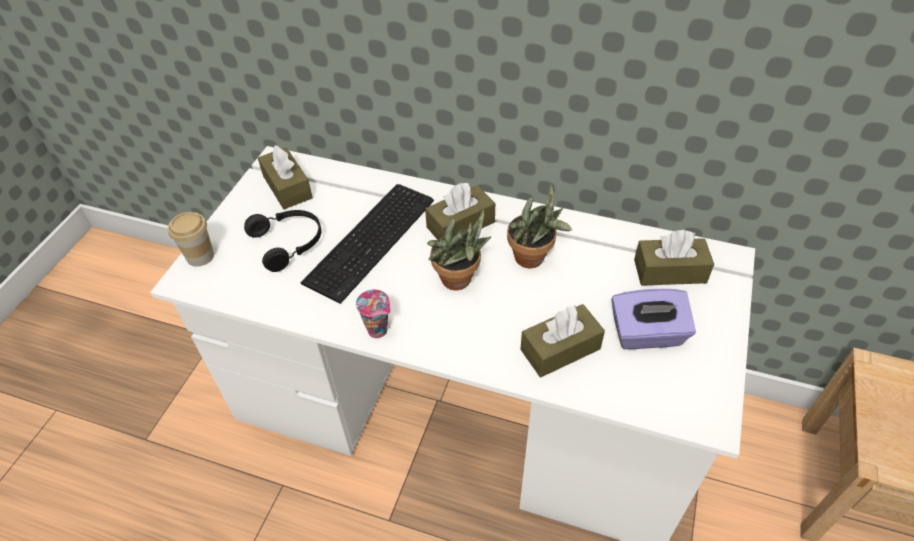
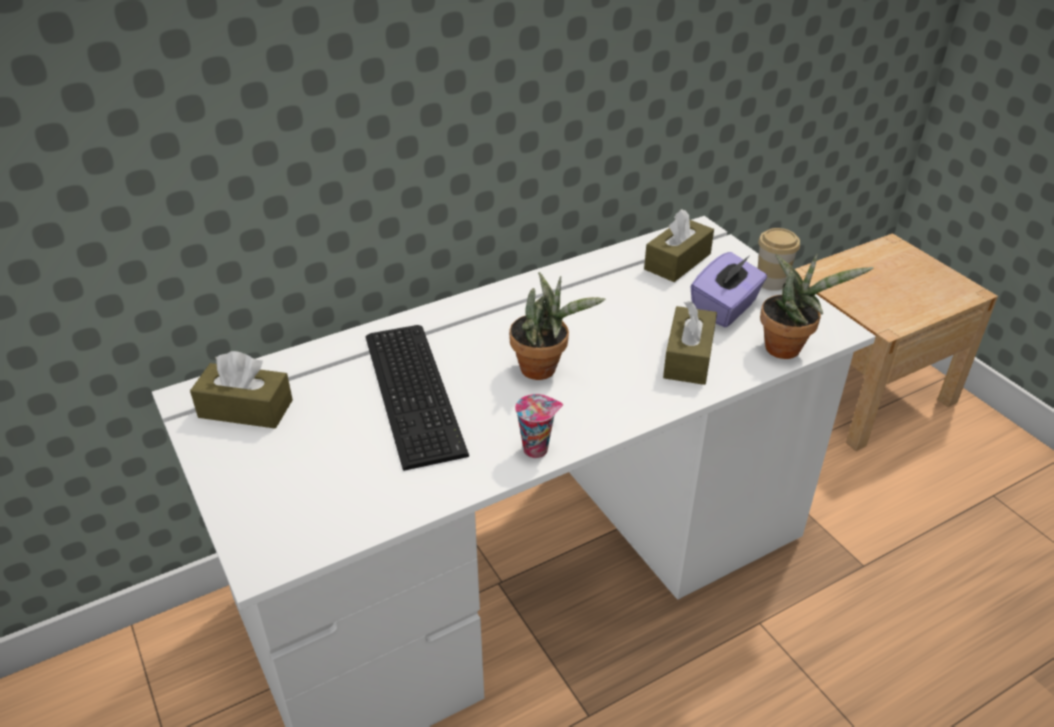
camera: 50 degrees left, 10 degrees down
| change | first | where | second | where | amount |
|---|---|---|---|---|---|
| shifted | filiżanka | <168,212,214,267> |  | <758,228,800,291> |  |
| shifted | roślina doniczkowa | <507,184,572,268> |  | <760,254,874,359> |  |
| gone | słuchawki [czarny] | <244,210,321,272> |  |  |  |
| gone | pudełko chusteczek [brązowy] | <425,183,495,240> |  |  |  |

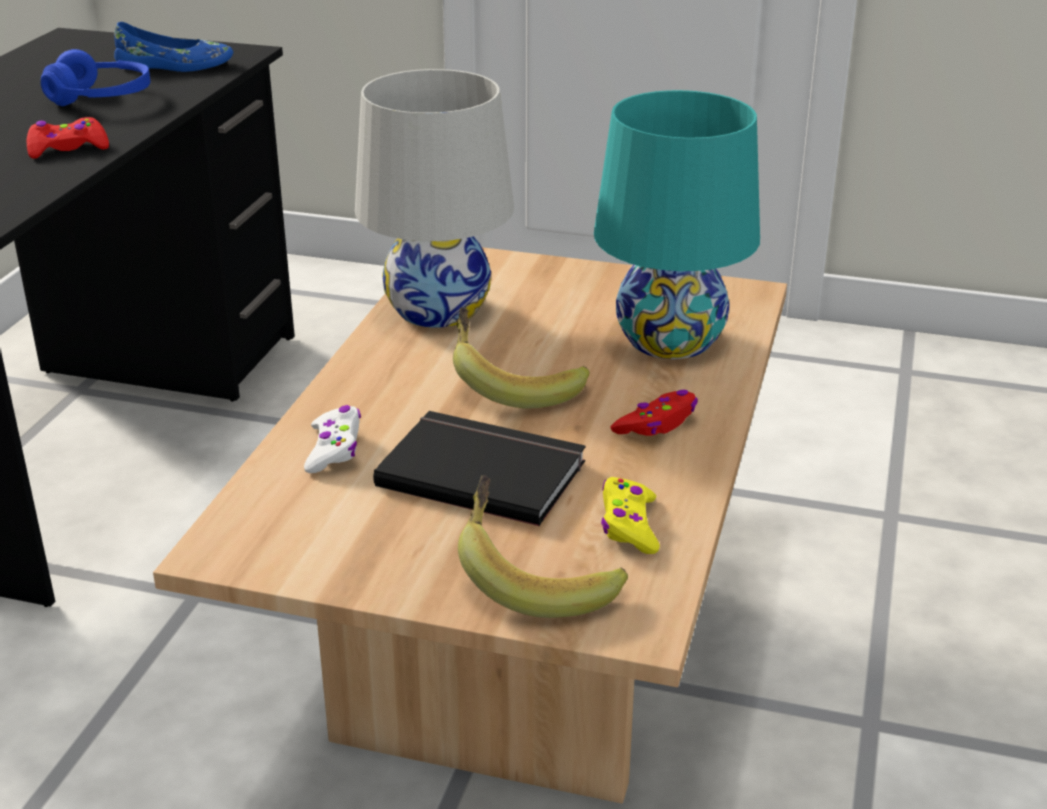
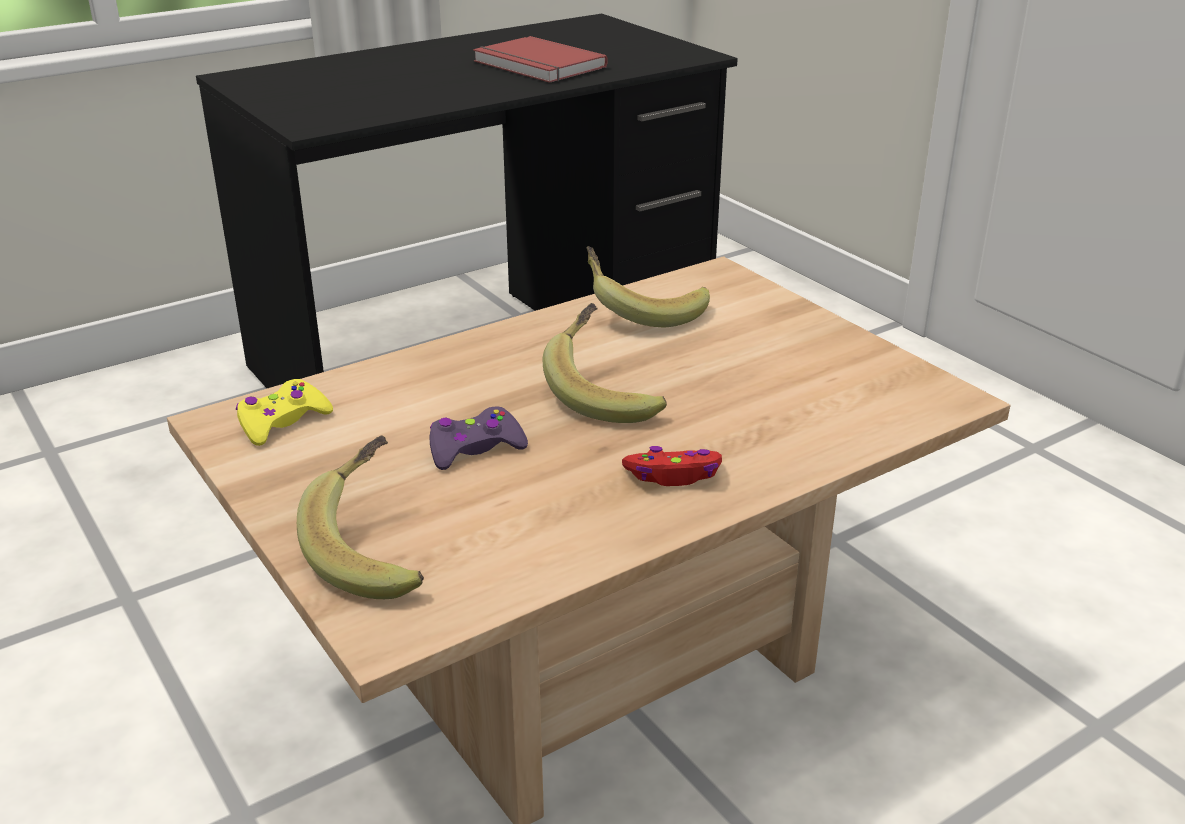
camera: 40 degrees right, 0 degrees up
| change | first | where | second | where | amount |
|---|---|---|---|---|---|
| shifted | pad do gier [żółty] | <601,477,660,554> |  | <236,379,333,446> |  |
| swapped | książka [czarny] | <373,411,586,526> | pad do gier [fioletowy] | <430,406,528,470> |  |
| swapped | słuchawki [niebieski] | <41,49,150,106> | książka [czerwony] | <473,36,608,83> |  |
| swapped | lampa stołowa [biały] | <355,69,514,328> | banan | <587,246,710,327> |  |
| gone | pad do gier [czerwony] | <27,117,109,159> |  |  |  |
| gone | but [niebieski] | <114,22,233,72> |  |  |  |
| gone | pad do gier [biały] | <304,405,361,473> |  |  |  |
| gone | lampa stołowa [turkusowy] | <594,90,760,359> |  |  |  |

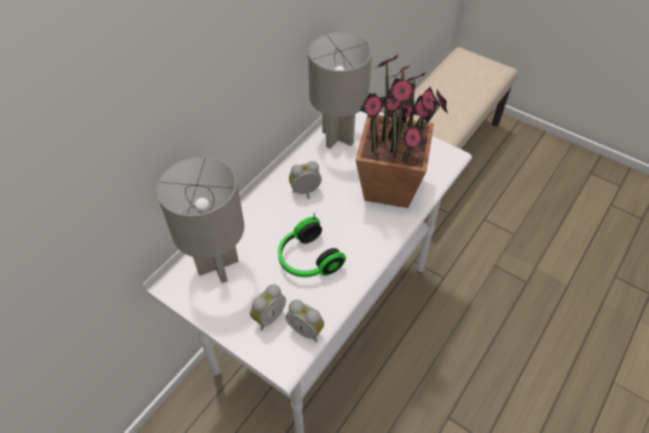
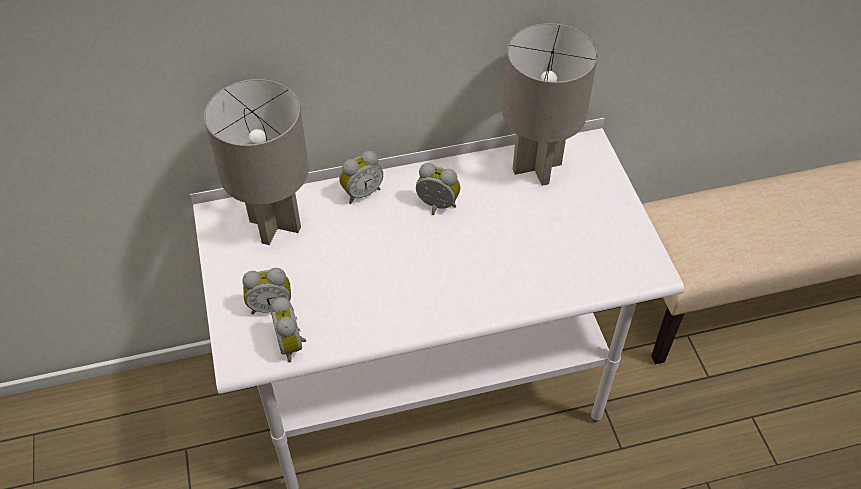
camera: 40 degrees right, 0 degrees up
| change | first | where | second | where | amount |
|---|---|---|---|---|---|
| new |  |  | budzik | <340,151,383,204> |  |
| gone | słuchawki | <278,213,346,277> |  |  |  |
| gone | roślina doniczkowa | <355,55,448,208> |  |  |  |

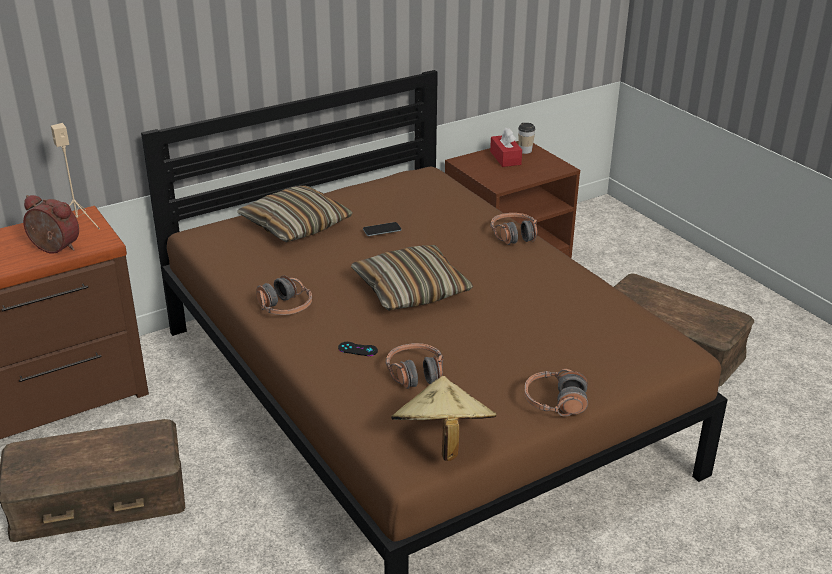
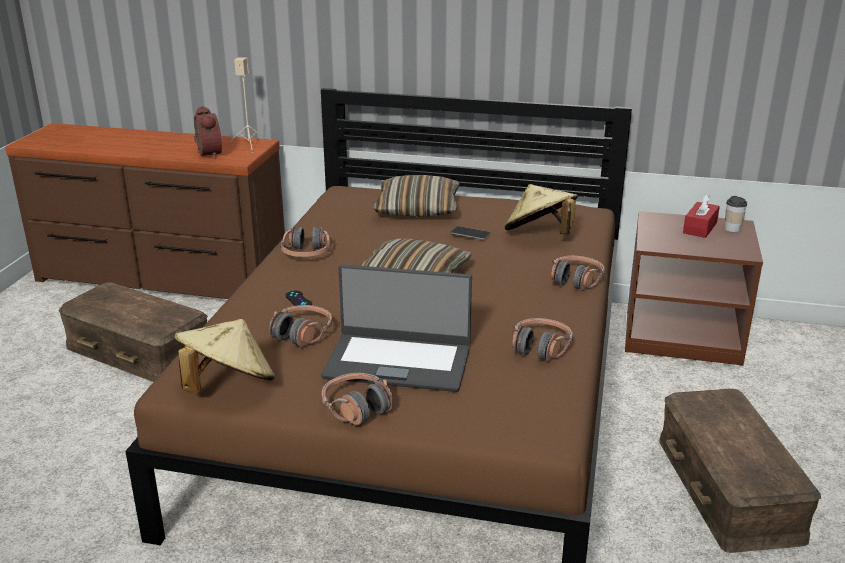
camera: 45 degrees right, 5 degrees down
| change | first | where | second | where | amount |
|---|---|---|---|---|---|
| new |  |  | laptop | <321,264,472,392> |  |
| new |  |  | kapelusz [beżowy] | <505,184,578,234> |  |
| new |  |  | słuchawki | <512,318,573,362> |  |

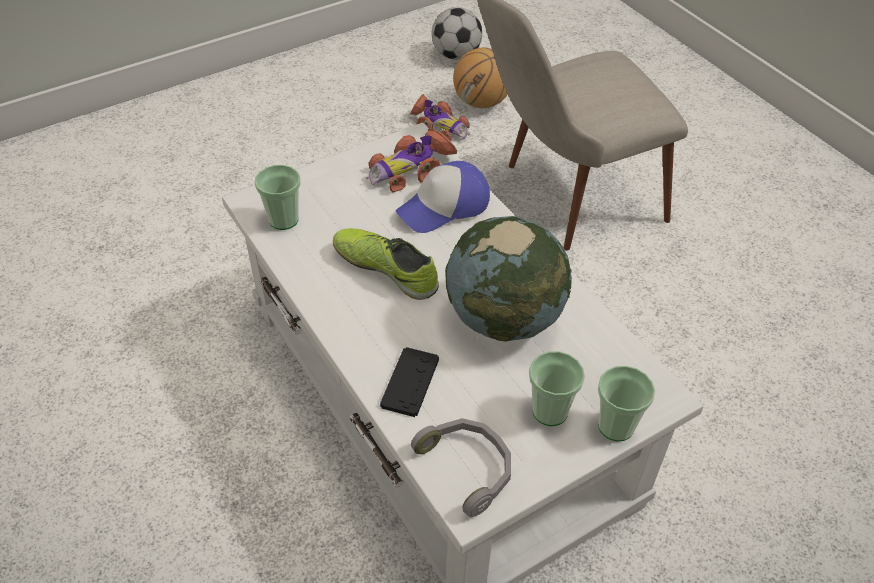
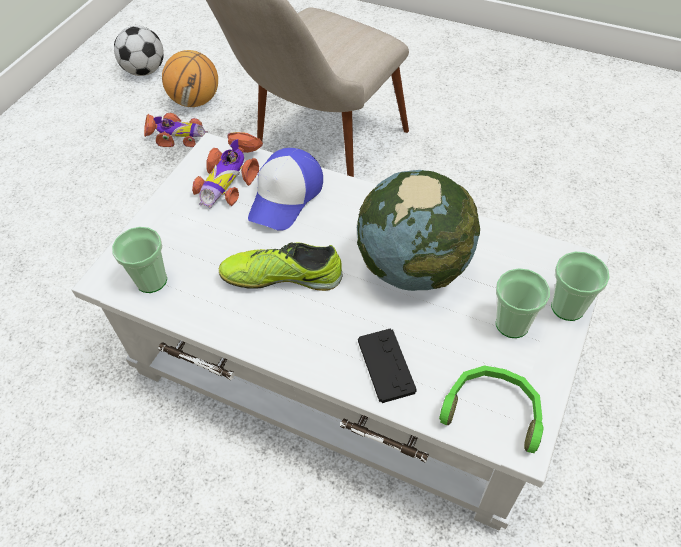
camera: 30 degrees left, 5 degrees up
| change | first | where | second | where | amount |
|---|---|---|---|---|---|
| repainted | słuchawki [szary] | <411,418,511,517> | słuchawki [zielony] | <439,365,544,453> |  |

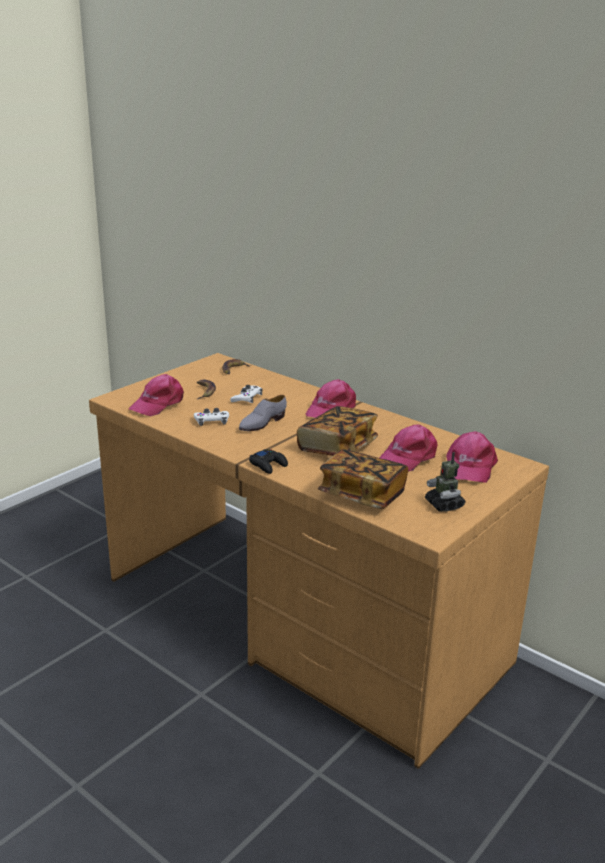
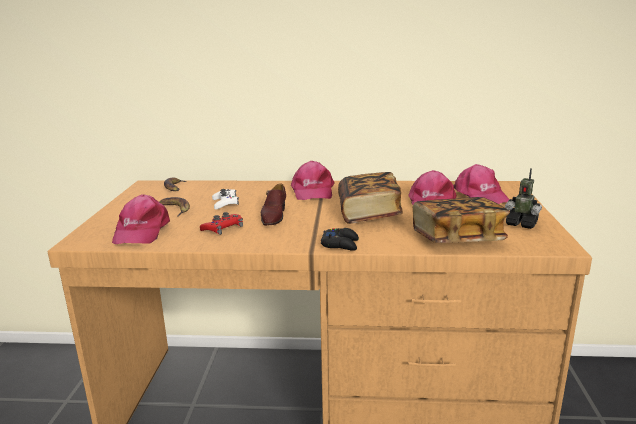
camera: 35 degrees left, 5 degrees down
| change | first | where | second | where | amount |
|---|---|---|---|---|---|
| repainted | pad do gier [biały] | <194,408,229,426> | pad do gier [czerwony] | <200,212,243,235> |  |
| repainted | but [szary] | <239,395,287,431> | but [brązowy] | <261,183,286,226> |  |

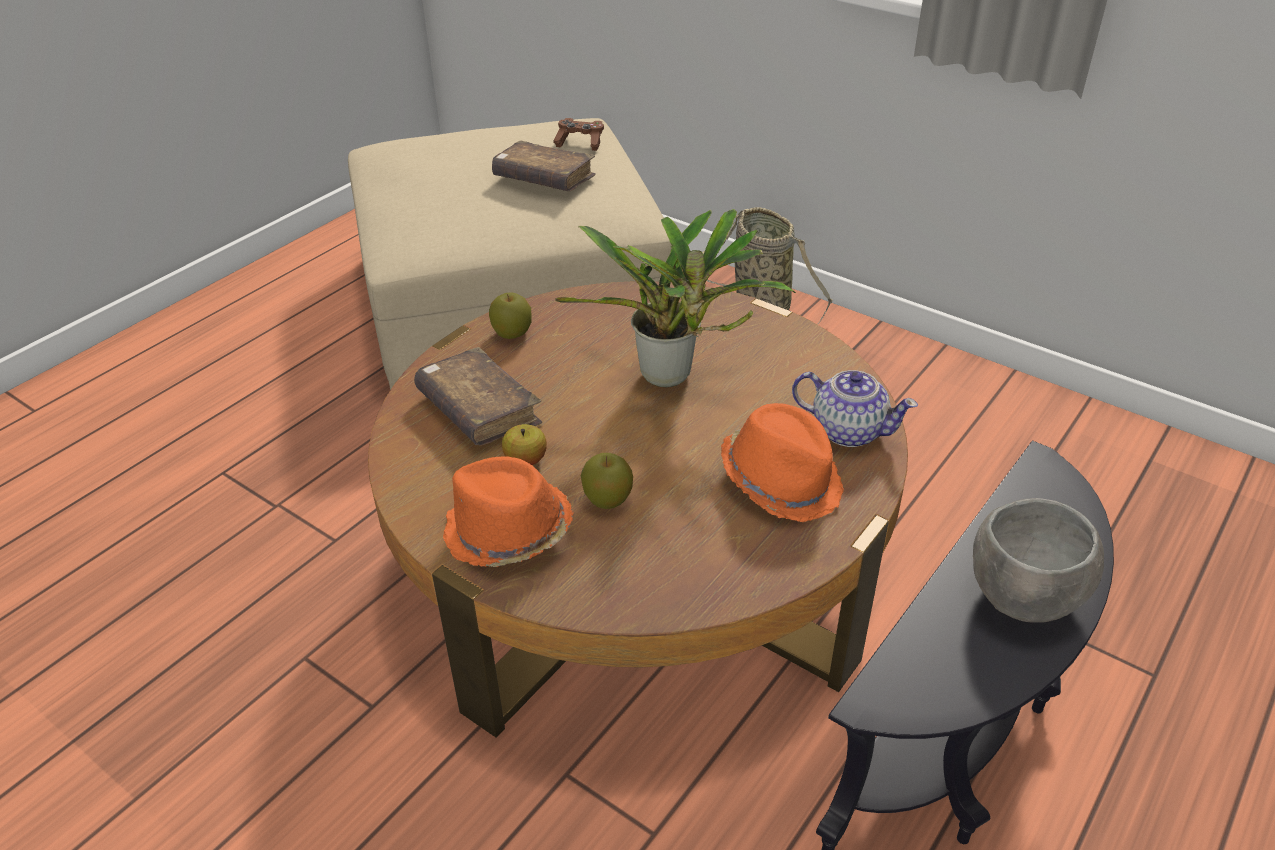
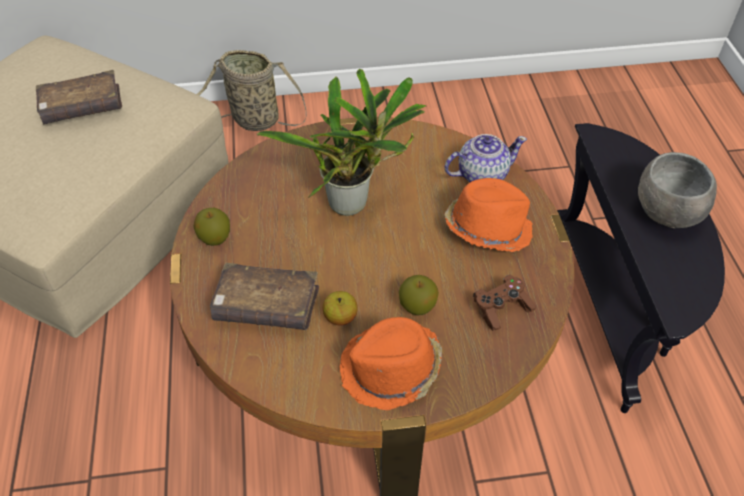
camera: 45 degrees left, 10 degrees up
| change | first | where | second | where | amount |
|---|---|---|---|---|---|
| shifted | pad do gier [brązowy] | <553,118,604,151> |  | <473,275,536,331> |  |

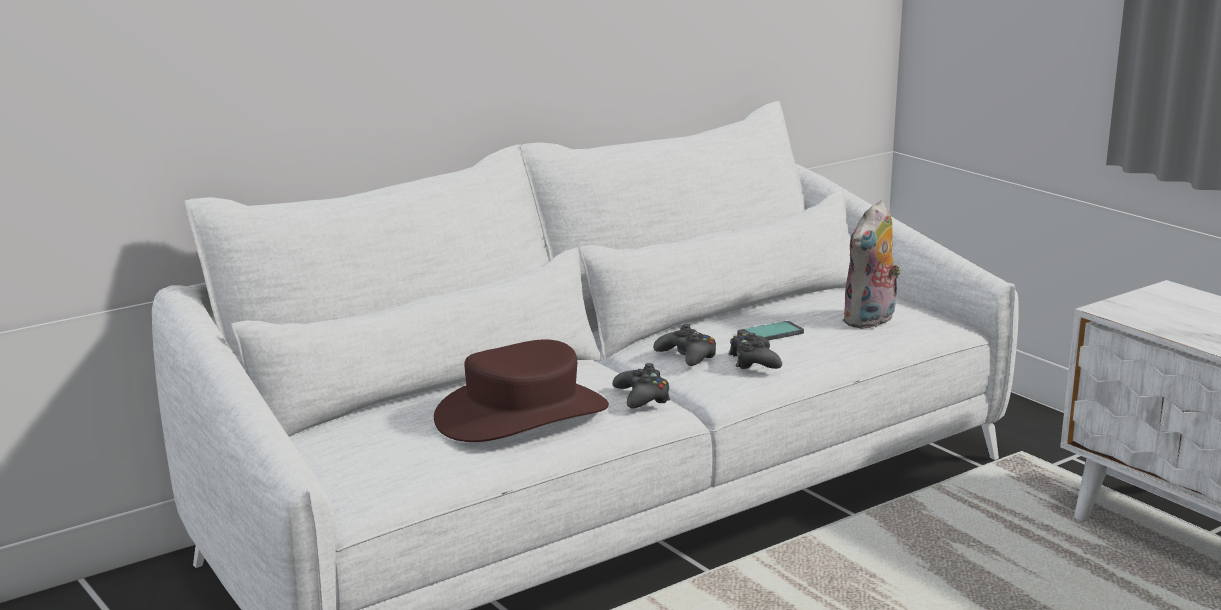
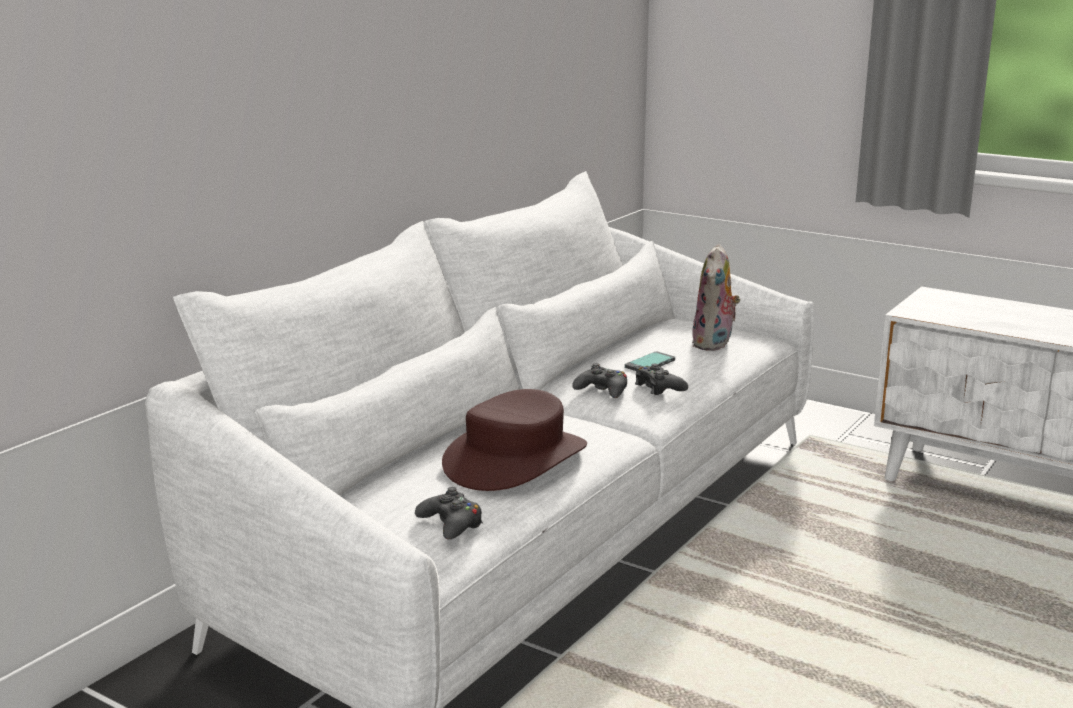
camera: 20 degrees left, 0 degrees up
| change | first | where | second | where | amount |
|---|---|---|---|---|---|
| shifted | pad do gier [czarny] | <612,363,670,408> |  | <415,487,483,540> |  |

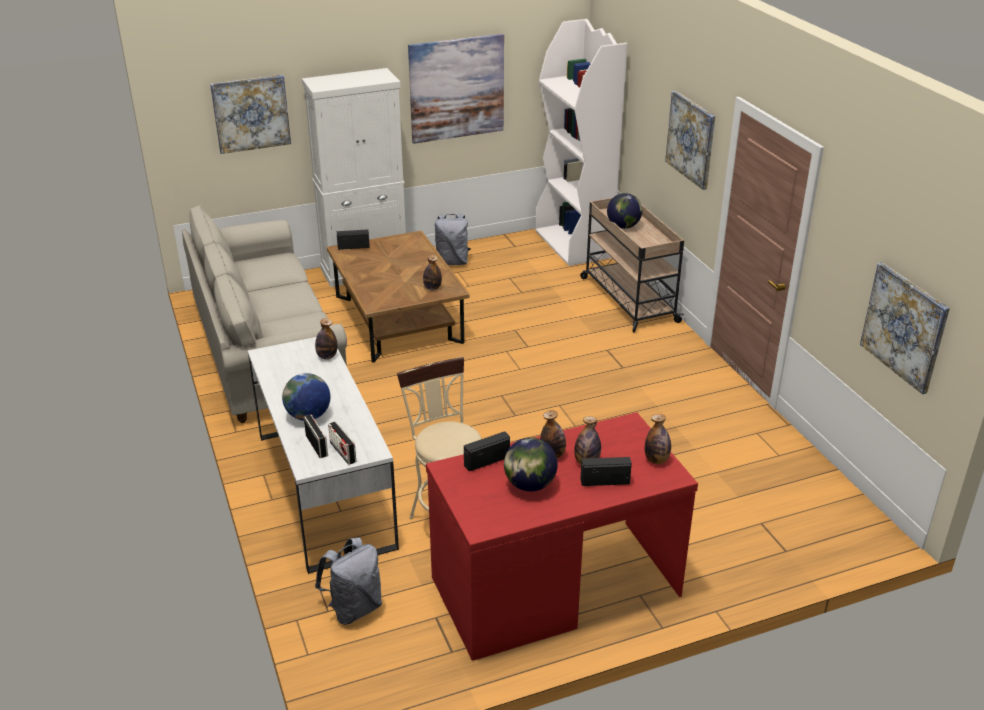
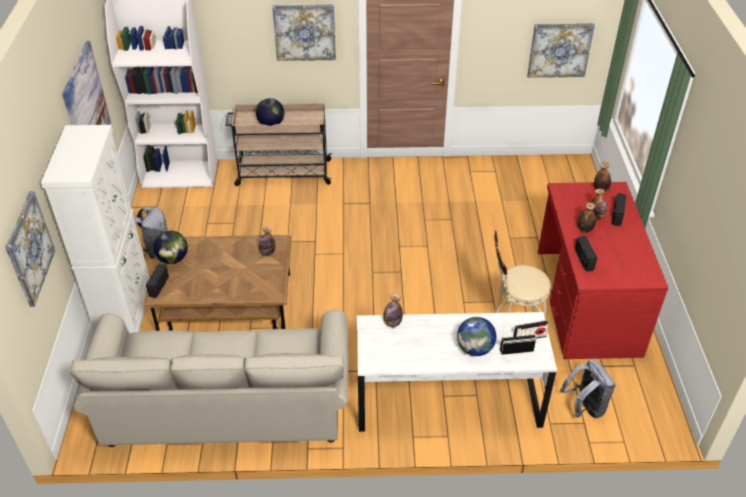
camera: 70 degrees left, 10 degrees up
| change | first | where | second | where | amount |
|---|---|---|---|---|---|
| shifted | globus | <504,437,558,491> |  | <154,231,188,264> |  |

